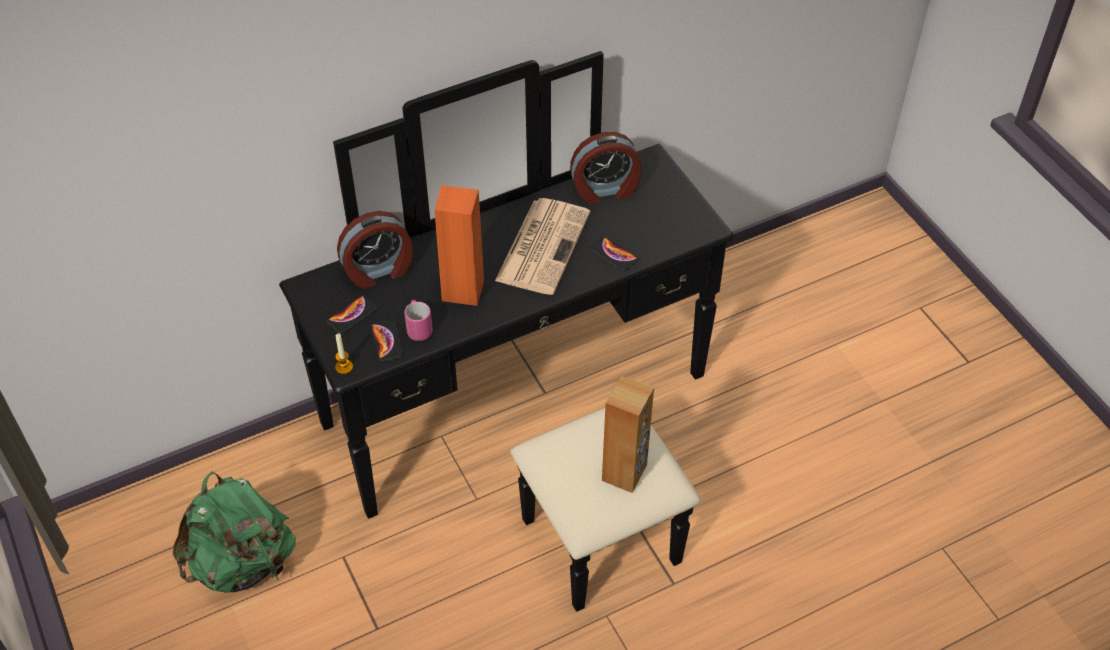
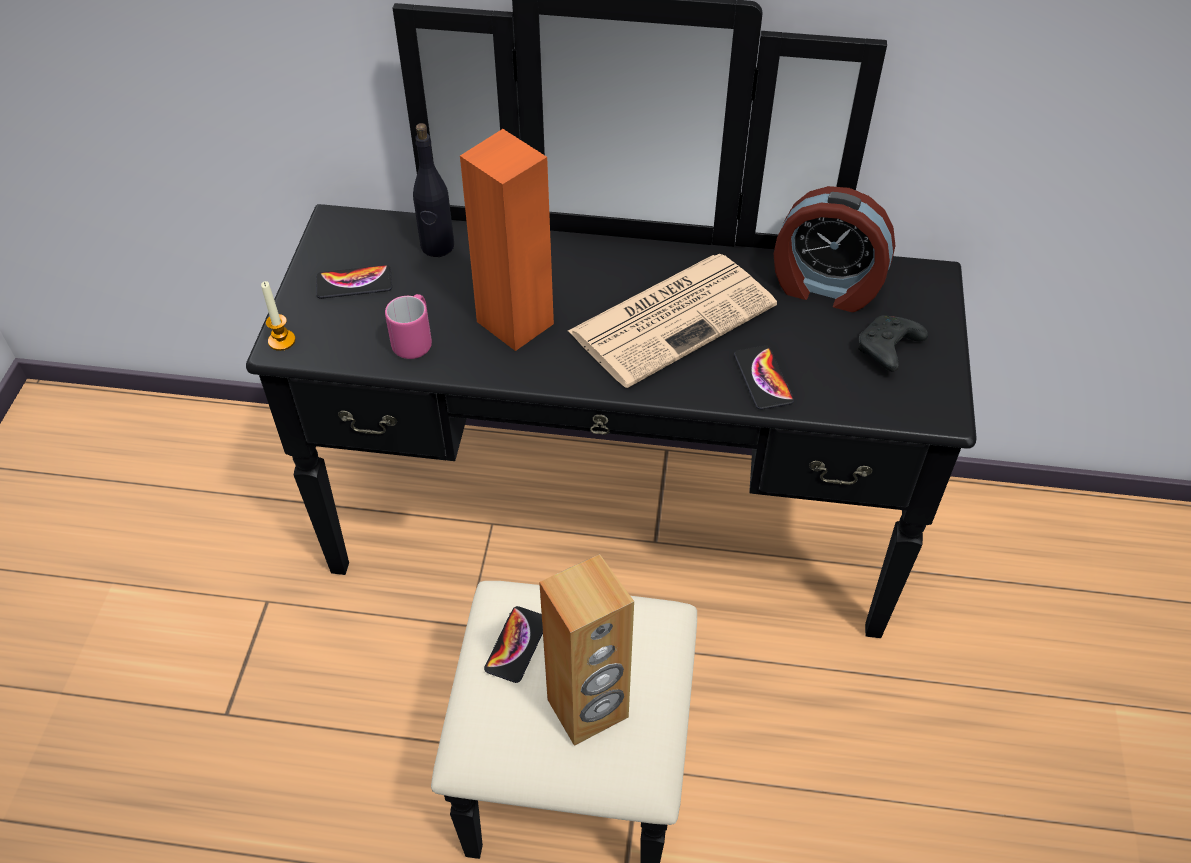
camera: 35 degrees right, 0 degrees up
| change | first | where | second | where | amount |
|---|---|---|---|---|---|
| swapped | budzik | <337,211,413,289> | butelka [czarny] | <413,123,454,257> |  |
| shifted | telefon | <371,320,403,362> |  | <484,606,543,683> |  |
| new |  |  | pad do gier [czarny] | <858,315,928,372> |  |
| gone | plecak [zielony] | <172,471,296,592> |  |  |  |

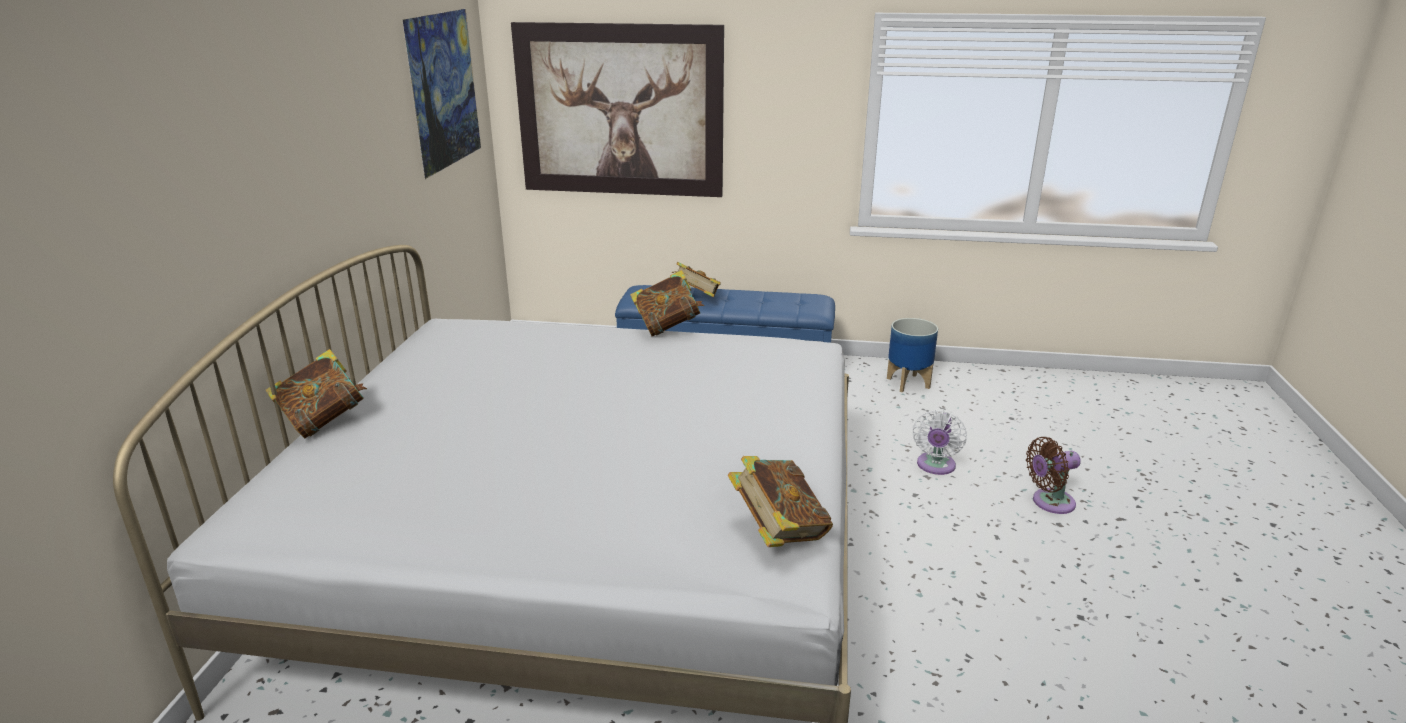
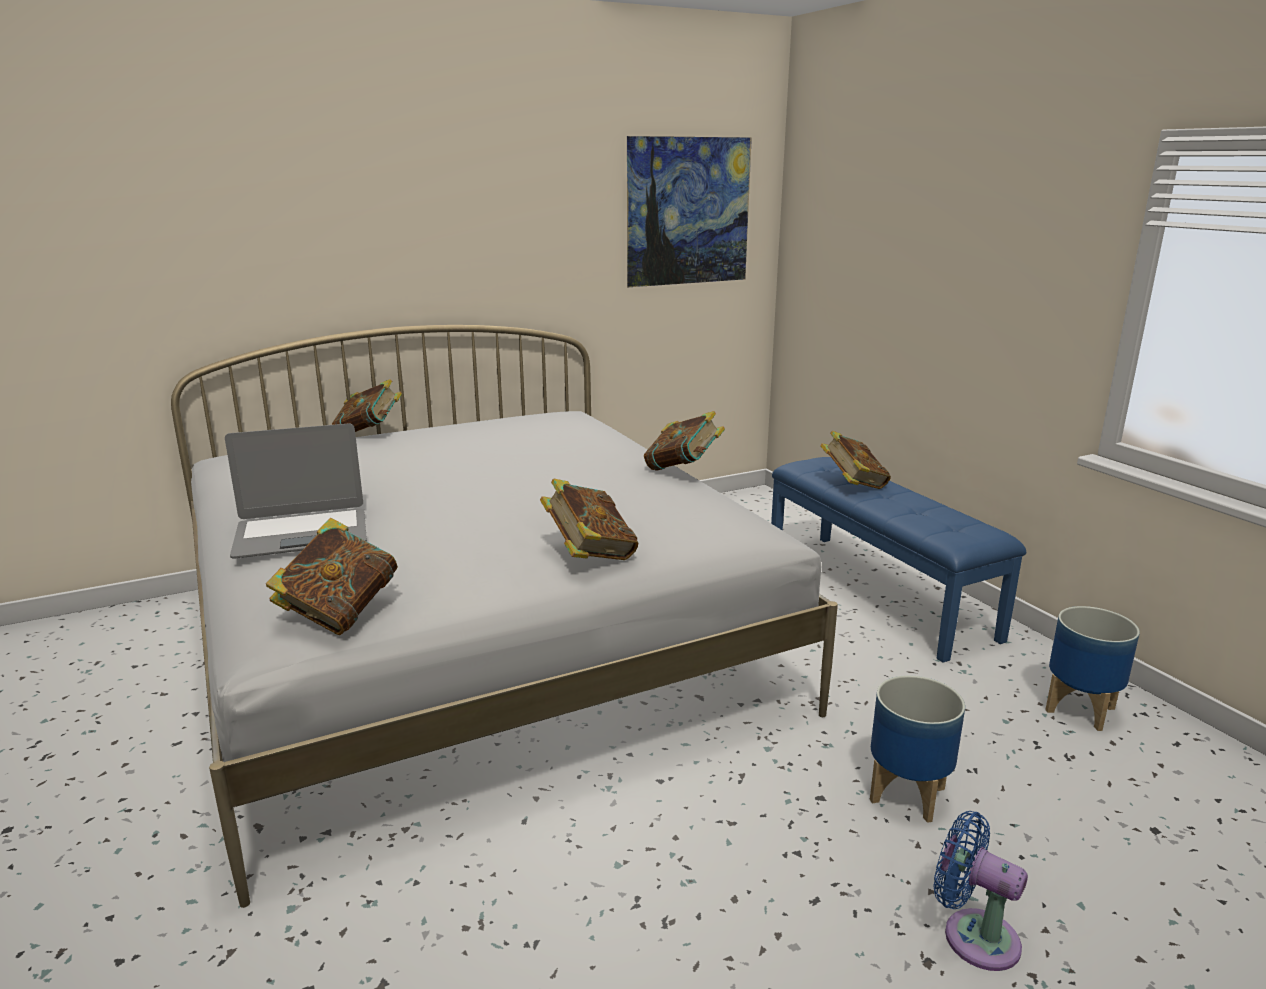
camera: 55 degrees right, 5 degrees down
| change | first | where | second | where | amount |
|---|---|---|---|---|---|
| new |  |  | laptop | <225,423,367,558> |  |
| new |  |  | książka | <540,479,638,560> |  |
| swapped | wentylator [biały] | <913,410,967,475> | donica | <870,675,965,823> |  |
| repainted | wentylator [brązowy] | <1026,437,1081,514> | wentylator [niebieski] | <933,811,1028,971> |  |
| gone | obraz | <511,22,724,197> |  |  |  |

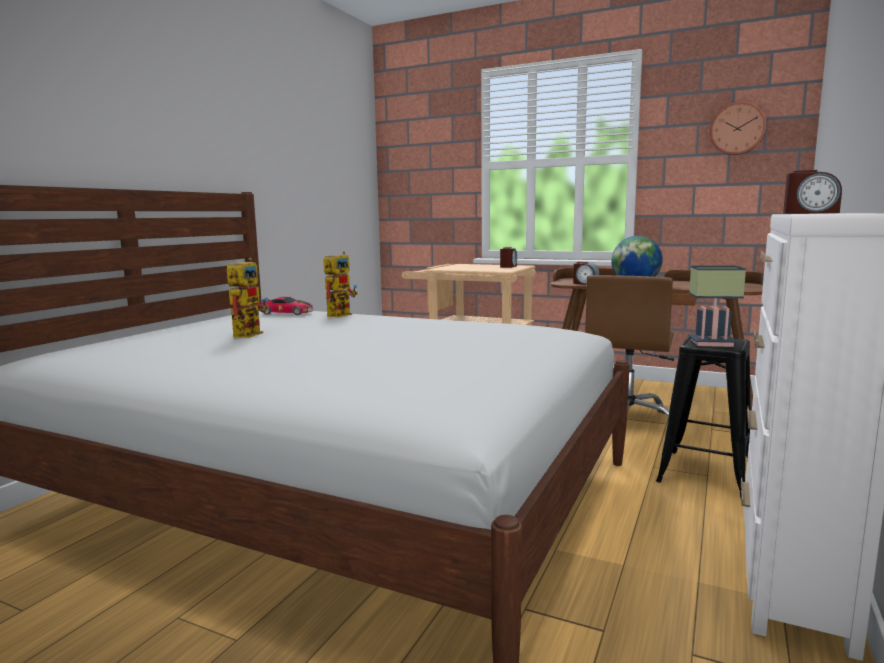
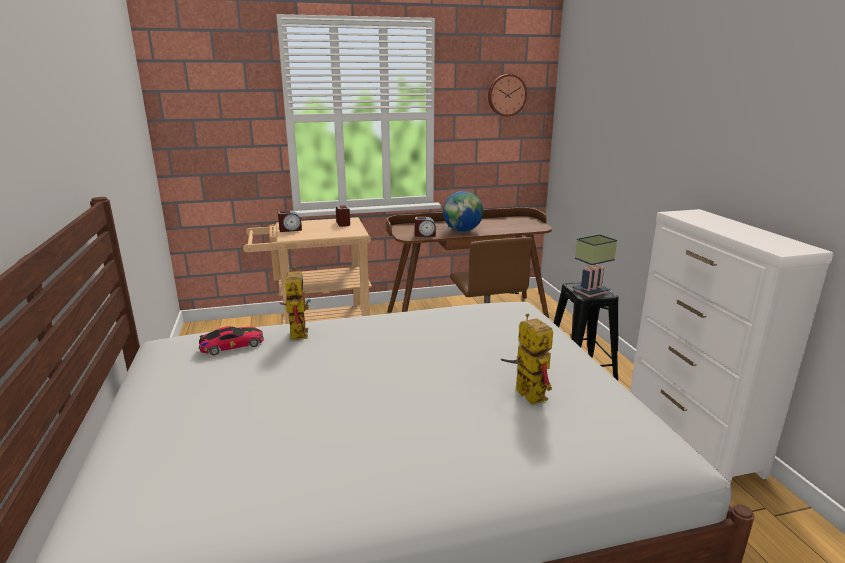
camera: 40 degrees left, 10 degrees up
| change | first | where | second | where | amount |
|---|---|---|---|---|---|
| shifted | budzik | <783,170,842,214> |  | <278,210,302,232> |  |
| shifted | robot zabawkowy | <227,258,269,338> |  | <501,313,553,405> |  |

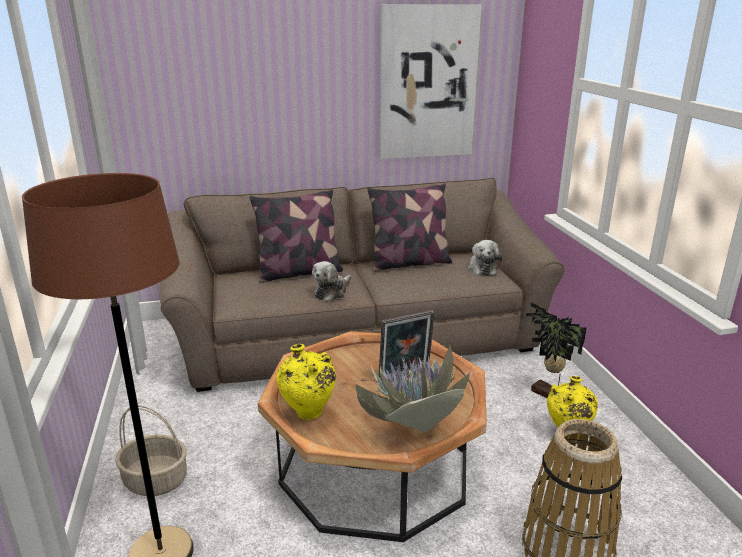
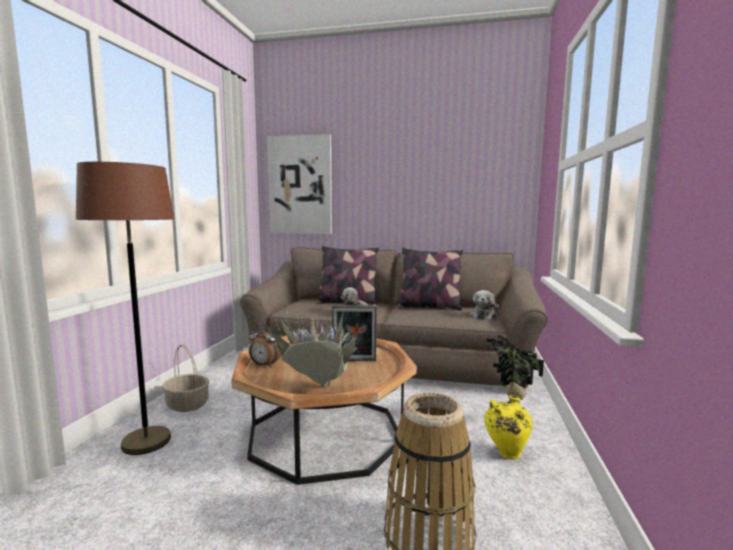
camera: 25 degrees right, 15 degrees down
| change | first | where | second | where | amount |
|---|---|---|---|---|---|
| swapped | wazon [żółty] | <276,344,336,420> | budzik | <249,324,281,367> |  |
| shifted | obraz | <379,5,481,159> |  | <267,134,332,234> |  |

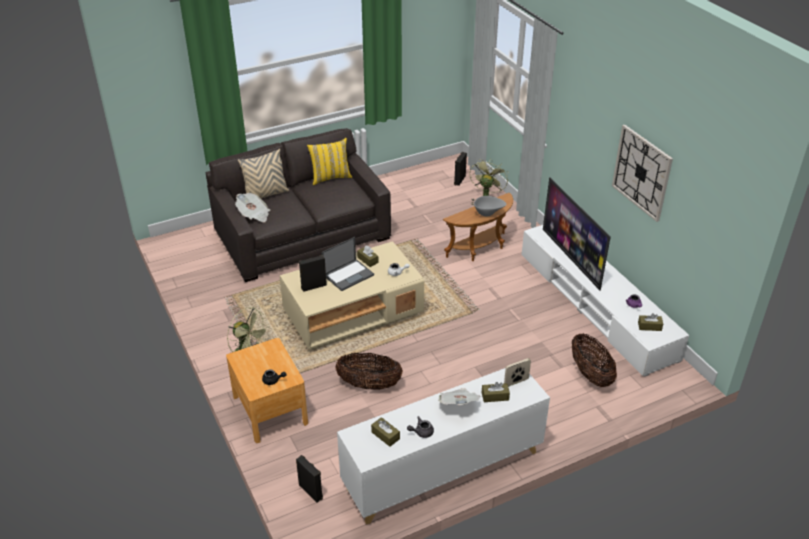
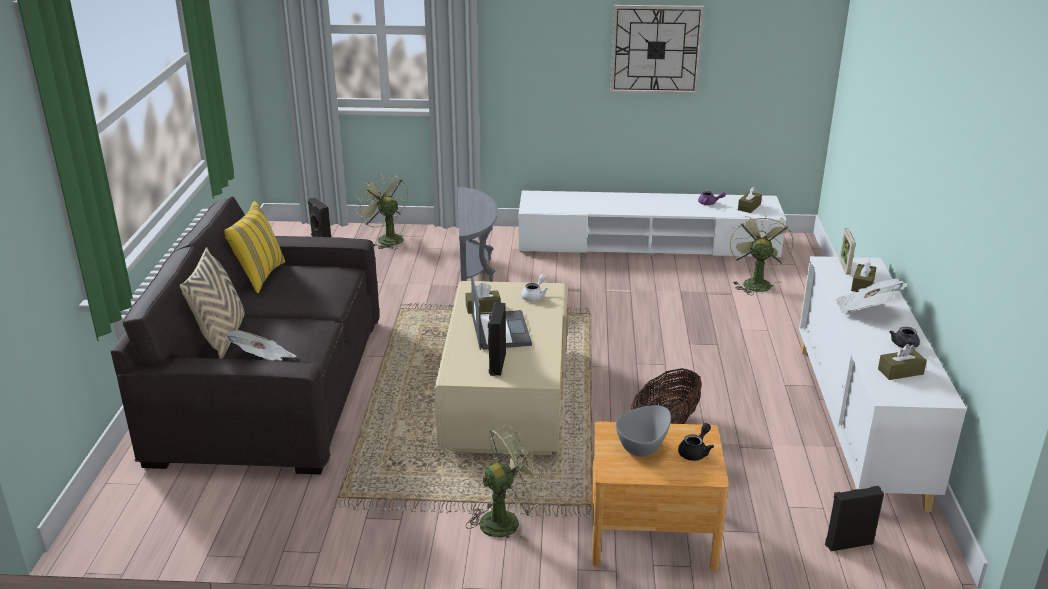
camera: 60 degrees left, 10 degrees down
| change | first | where | second | where | amount |
|---|---|---|---|---|---|
| repainted | stolik [brązowy] | <443,193,513,261> | stolik [szary] | <458,187,498,282> |  |
| shifted | miska [szary] | <474,196,507,217> |  | <616,405,671,456> |  |
| swapped | koszyk | <572,334,617,387> | wentylator [zielony] | <730,212,794,295> |  |
| gone | telewizor | <543,177,611,291> |  |  |  |

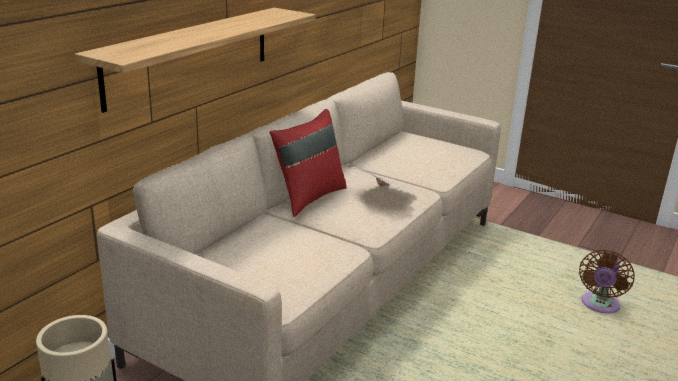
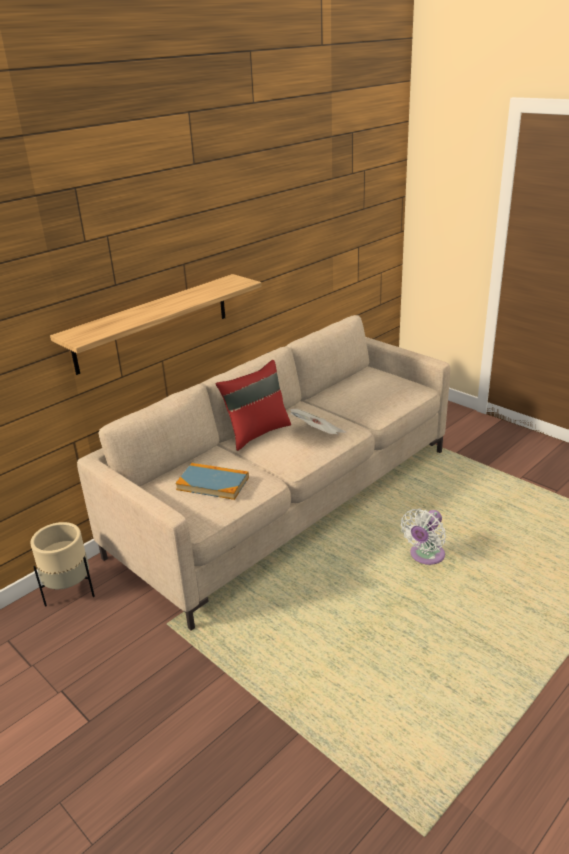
camera: 15 degrees right, 5 degrees up
| change | first | where | second | where | amount |
|---|---|---|---|---|---|
| new |  |  | książka | <175,463,249,500> |  |
| new |  |  | wentylator [biały] | <401,509,446,565> |  |
| gone | wentylator [brązowy] | <579,249,635,313> |  |  |  |

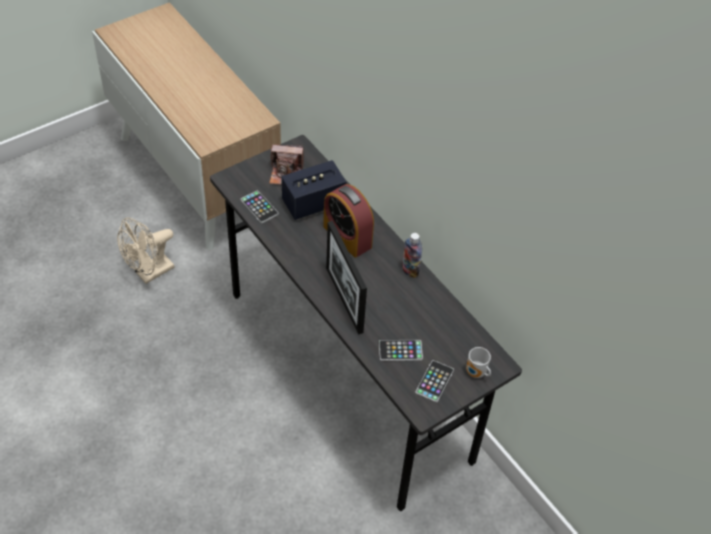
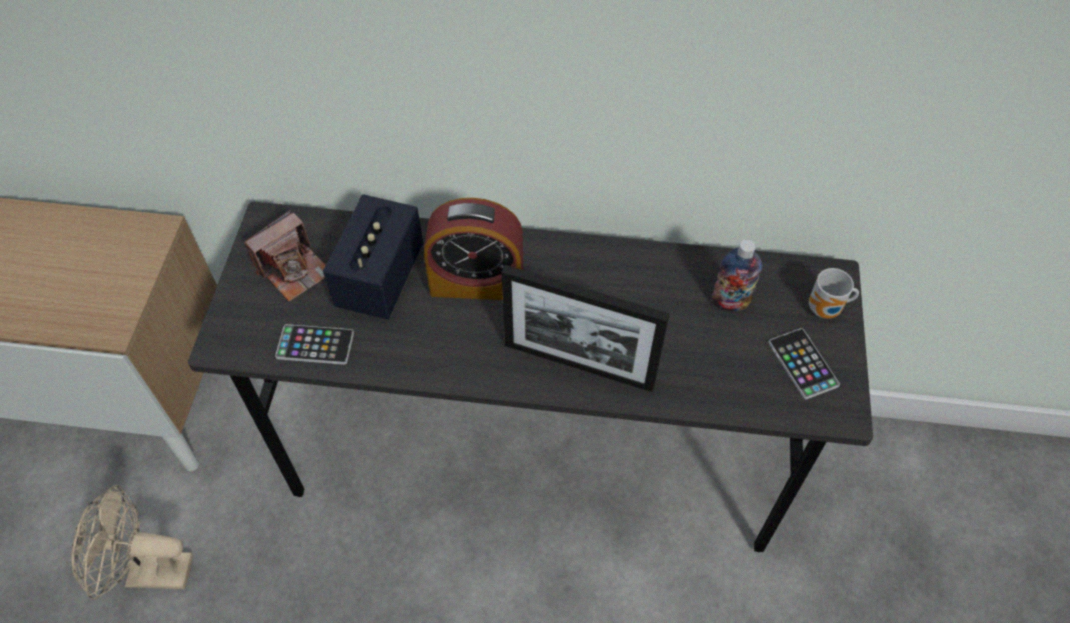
camera: 45 degrees left, 5 degrees up
| change | first | where | second | where | amount |
|---|---|---|---|---|---|
| rotated | wentylator [beżowy] | <117,218,175,284> |  | <71,485,193,600> | 90 degrees clockwise |
| shifted | butelka | <402,233,422,278> |  | <712,240,762,311> |  |
| gone | telefon | <379,340,423,361> |  |  |  |

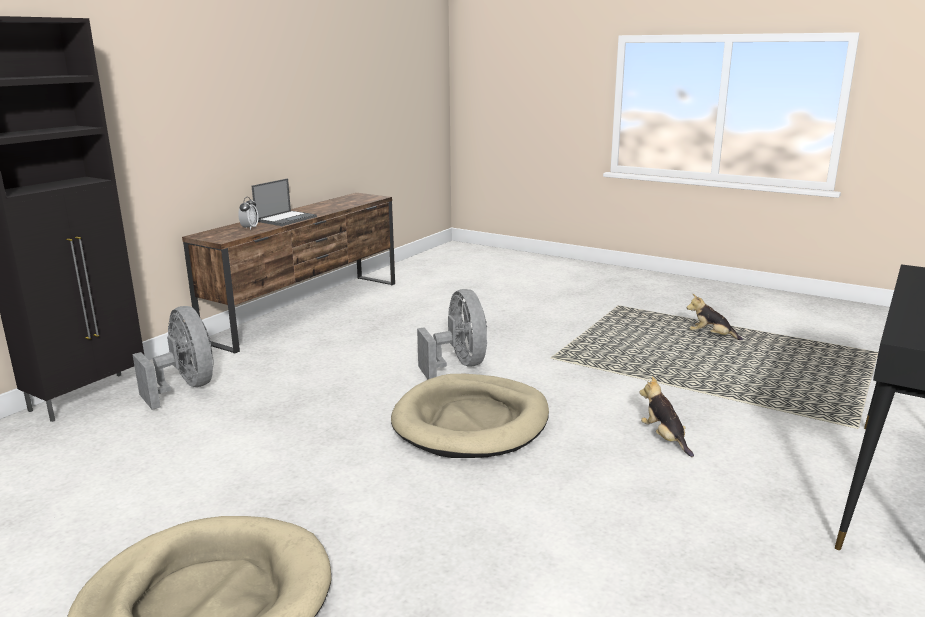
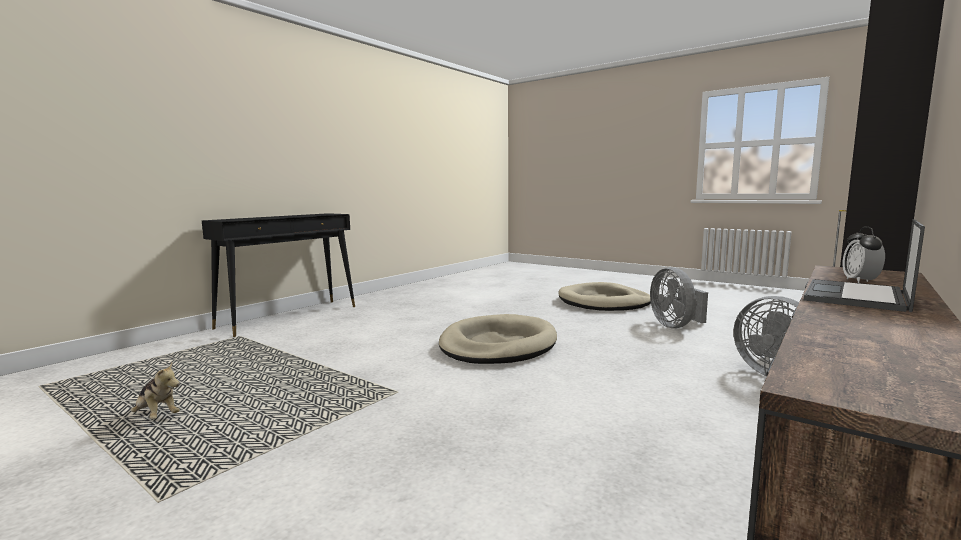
camera: 175 degrees left, 10 degrees down
| change | first | where | second | where | amount |
|---|---|---|---|---|---|
| shifted | wentylator [szary] | <417,289,487,380> |  | <650,267,708,328> |  |
| gone | pluszak | <639,376,694,457> |  |  |  |

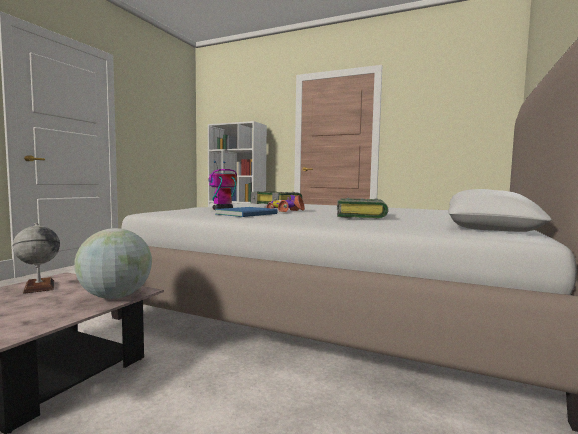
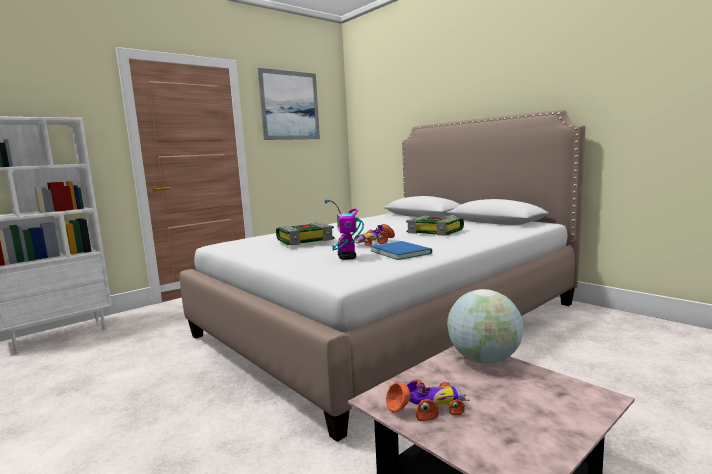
camera: 65 degrees left, 5 degrees up
| change | first | where | second | where | amount |
|---|---|---|---|---|---|
| new |  |  | obraz | <258,68,320,140> |  |
| swapped | globus | <13,223,60,294> | samochodzik | <386,379,469,421> |  |

